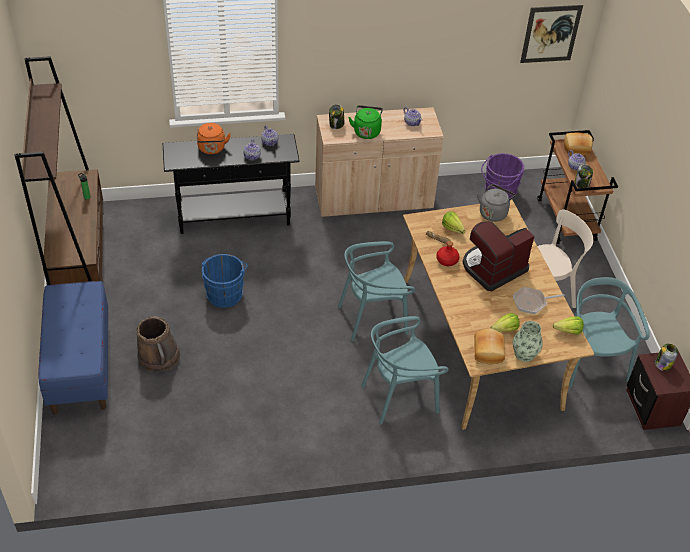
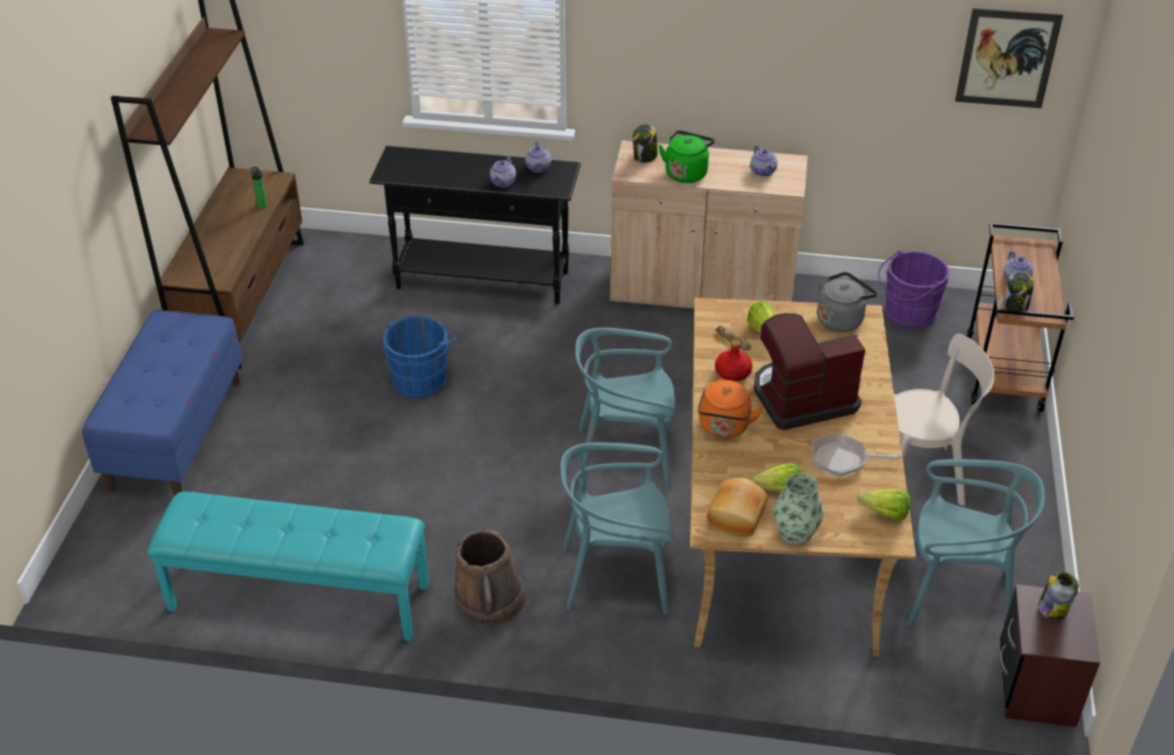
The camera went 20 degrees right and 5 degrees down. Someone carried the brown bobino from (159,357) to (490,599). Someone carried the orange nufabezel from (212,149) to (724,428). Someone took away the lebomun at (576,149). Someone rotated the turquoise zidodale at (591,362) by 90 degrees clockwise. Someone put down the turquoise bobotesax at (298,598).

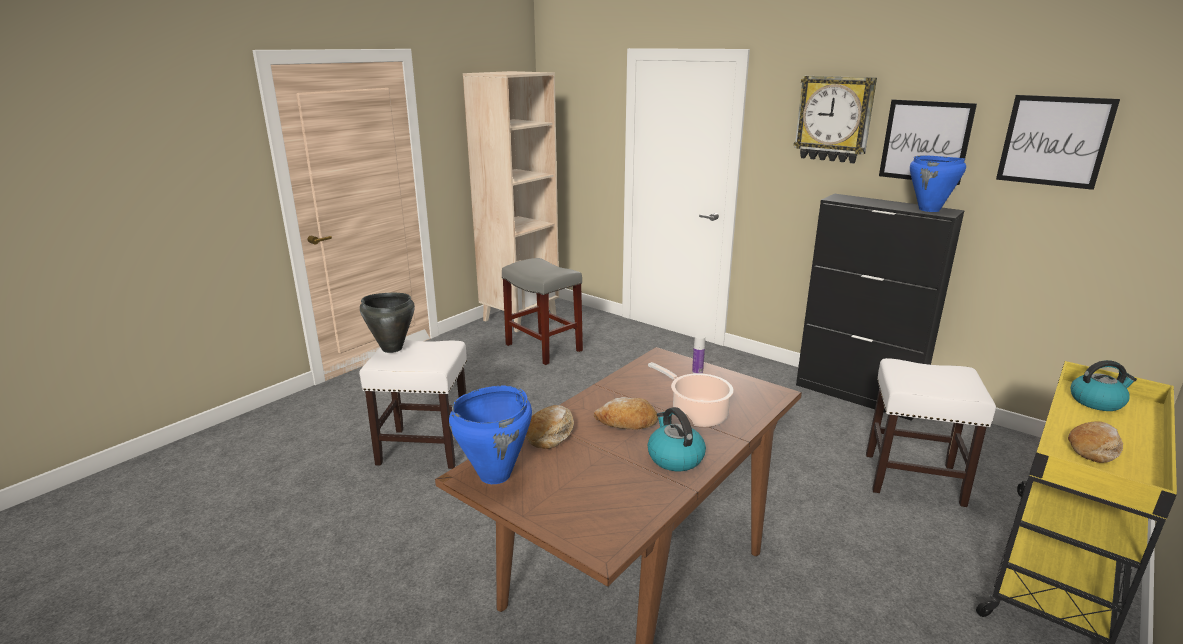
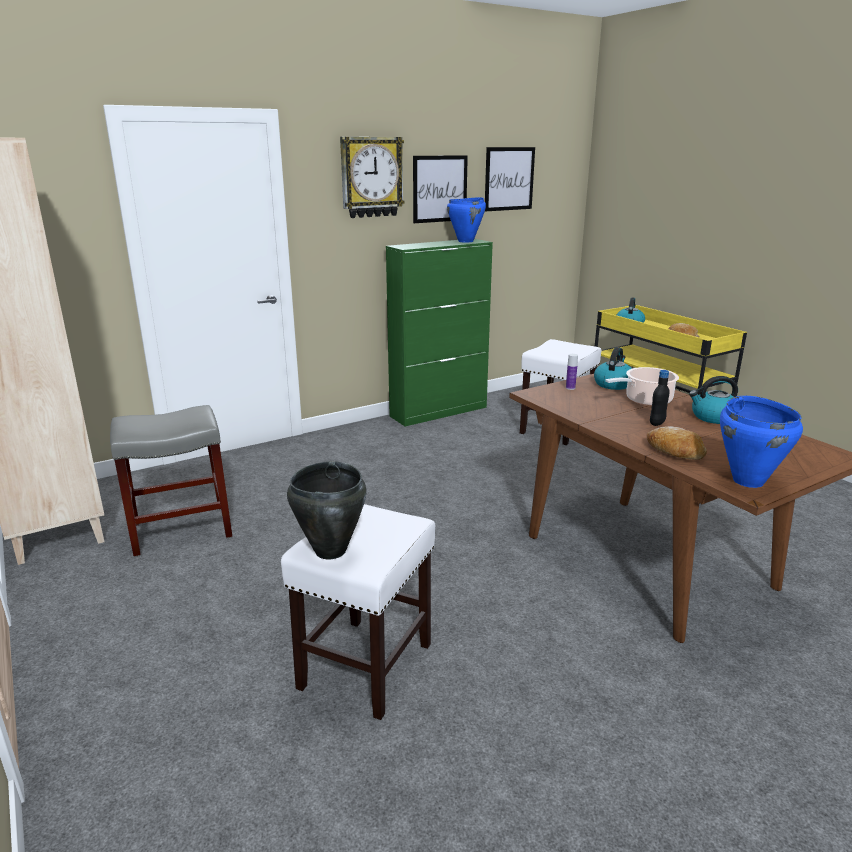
The camera went 70 degrees left and 0 degrees up. Someone swapped the lebomun at (626,423) for the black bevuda at (657,423). Someone repainted the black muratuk at (857,395), which became the green muratuk at (439,411). Someone put down the nufabezel at (613,384).

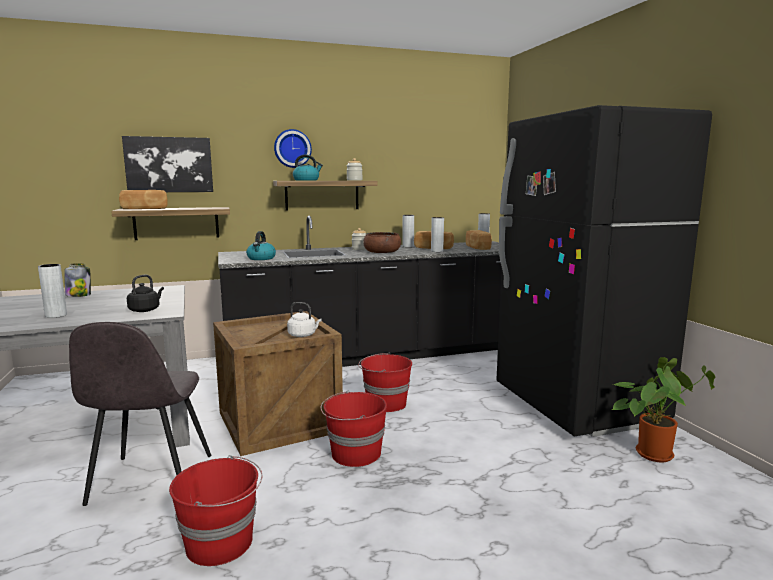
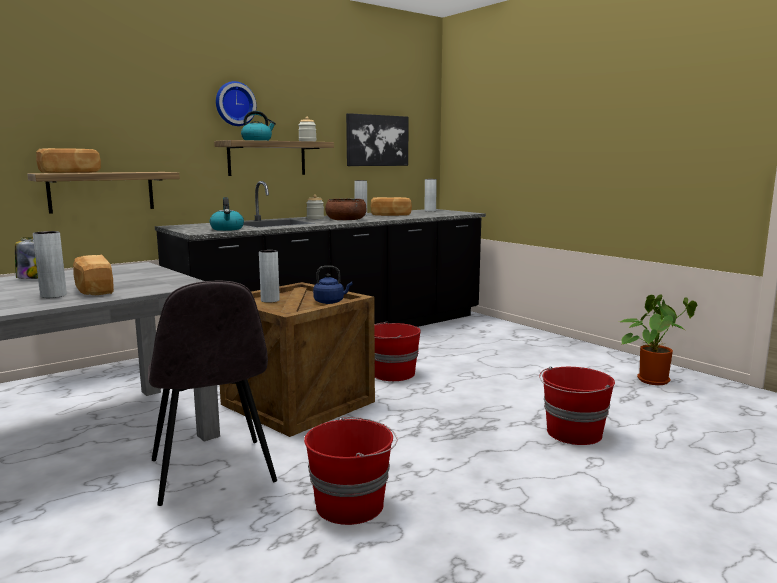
The camera went 20 degrees left and 0 degrees up. Someone carried the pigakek from (169,165) to (377,140). Someone took away the black nufabezel at (145,310). Someone repainted the white nufabezel at (303,335), which became the blue nufabezel at (330,302). Someone carried the red bobino from (354,454) to (573,433). Someone carried the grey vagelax from (437,251) to (270,300). Someone carried the lebomun from (477,247) to (93,290). Someone took away the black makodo at (577,405).

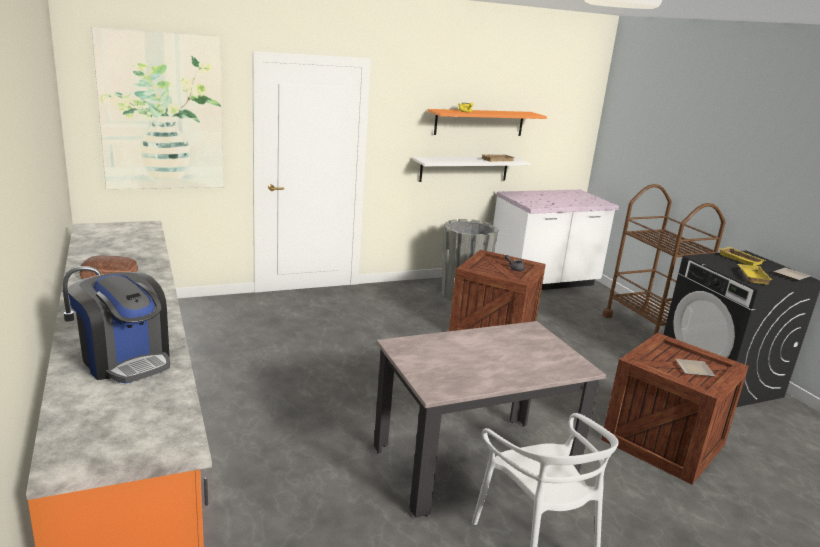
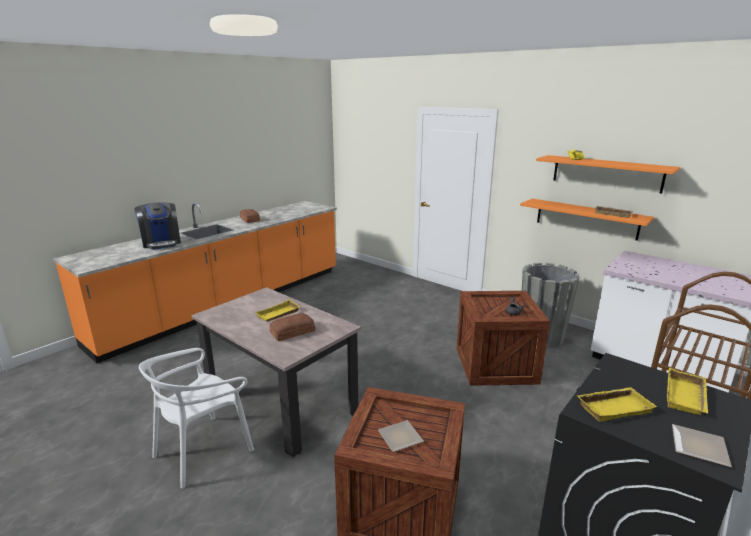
The camera went 65 degrees right and 0 degrees up. Someone rotated the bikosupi at (126,360) by 45 degrees counterclockwise. Someone took away the pigakek at (162,112). Someone repainted the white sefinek at (464,169), which became the orange sefinek at (586,218). Someone put down the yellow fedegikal at (278,314). Someone put down the lebomun at (291,332).

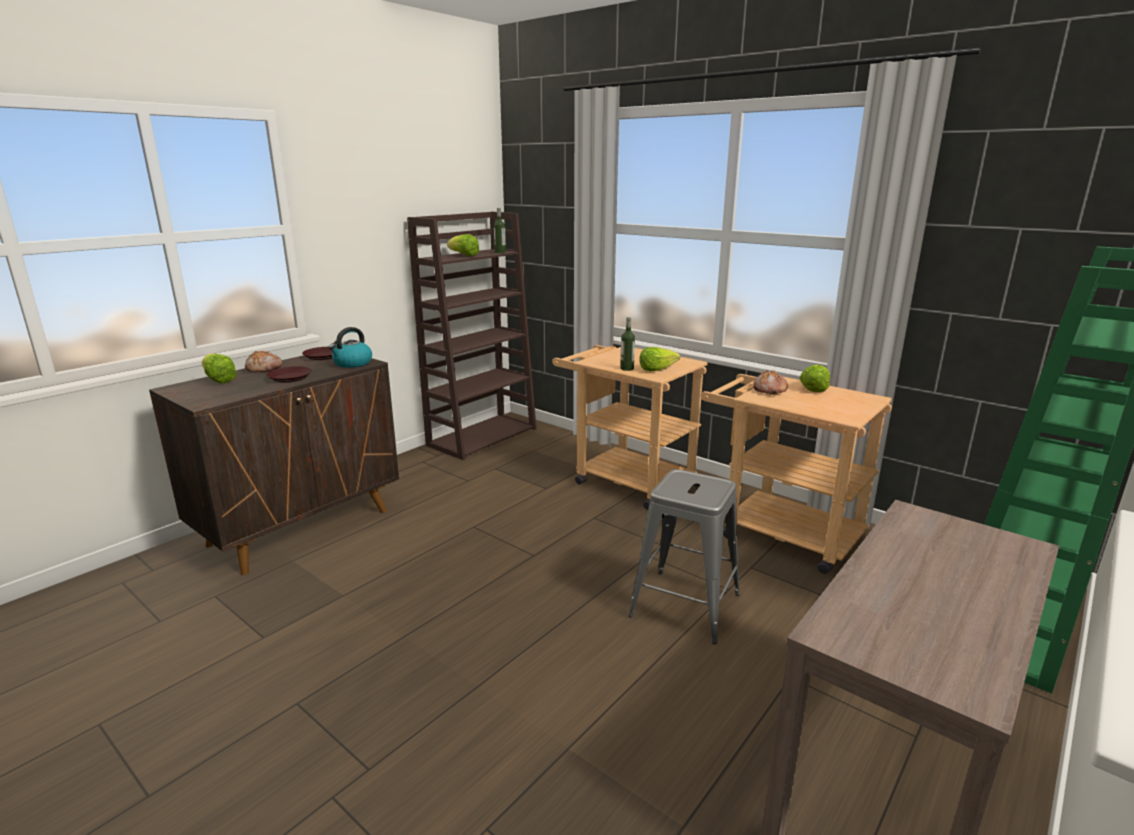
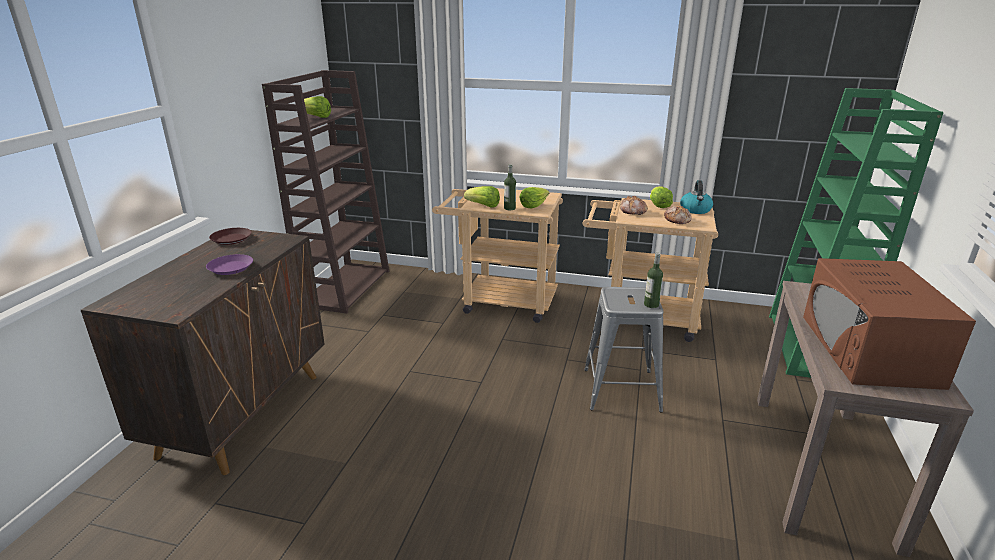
The camera went 25 degrees left and 5 degrees up. Someone carried the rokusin from (218,380) to (483,206). Someone carried the lebomun from (265,369) to (677,220). Someone repainted the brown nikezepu at (289,378), which became the purple nikezepu at (230,268). Someone carried the nufabezel from (352,363) to (695,210). Someone carried the bevuda from (500,252) to (651,305). Someone put down the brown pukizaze at (868,350).

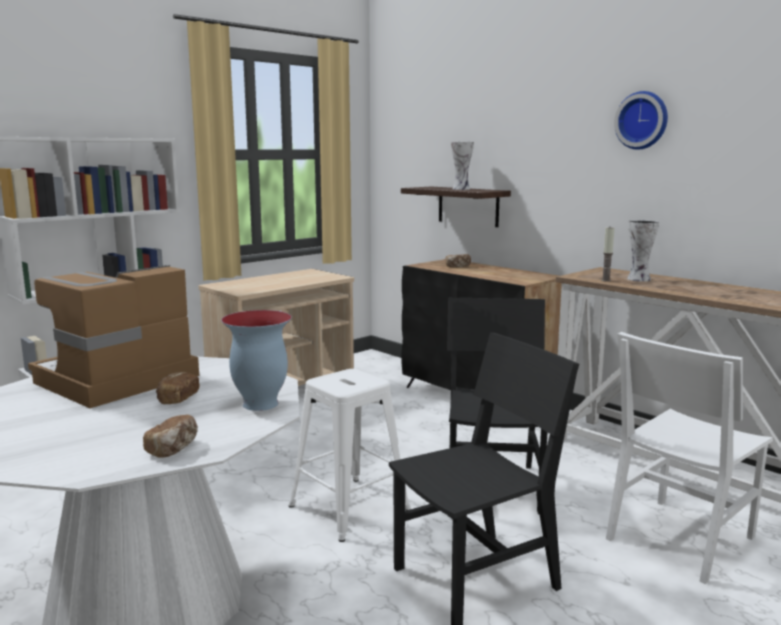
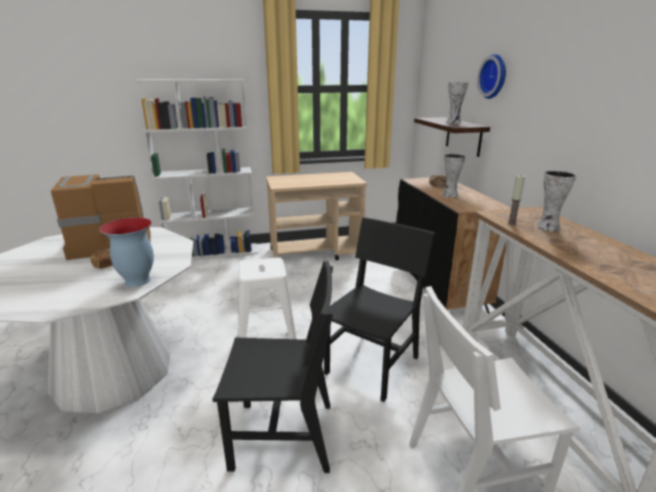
The camera went 30 degrees right and 10 degrees up. Someone took away the lebomun at (174,448). Someone carried the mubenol from (642,120) to (494,76). Someone put down the vagelax at (449,195).

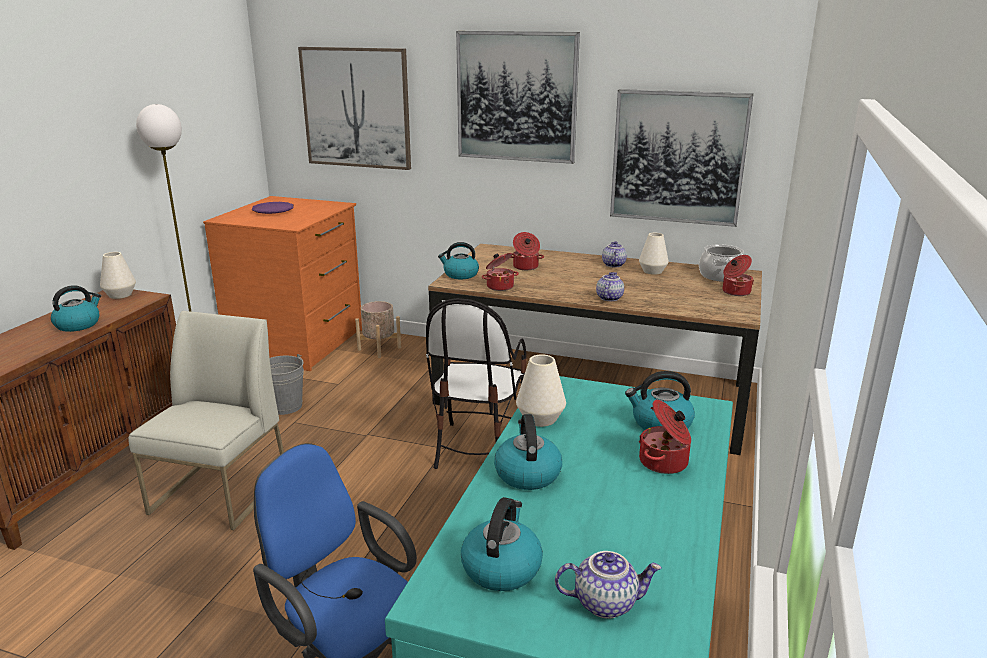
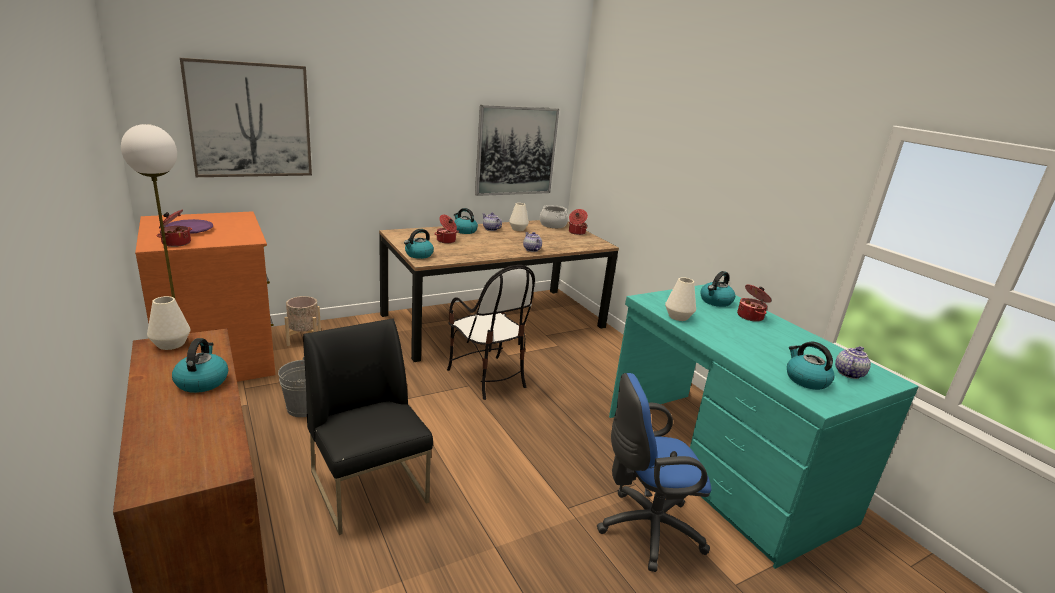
The camera went 50 degrees left and 0 degrees up. Someone repainted the white zidodale at (220,492), which became the black zidodale at (370,487). Someone took away the pigakek at (516,97). Someone carried the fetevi from (499,286) to (176,243). Someone carried the nufabezel from (527,473) to (464,231).

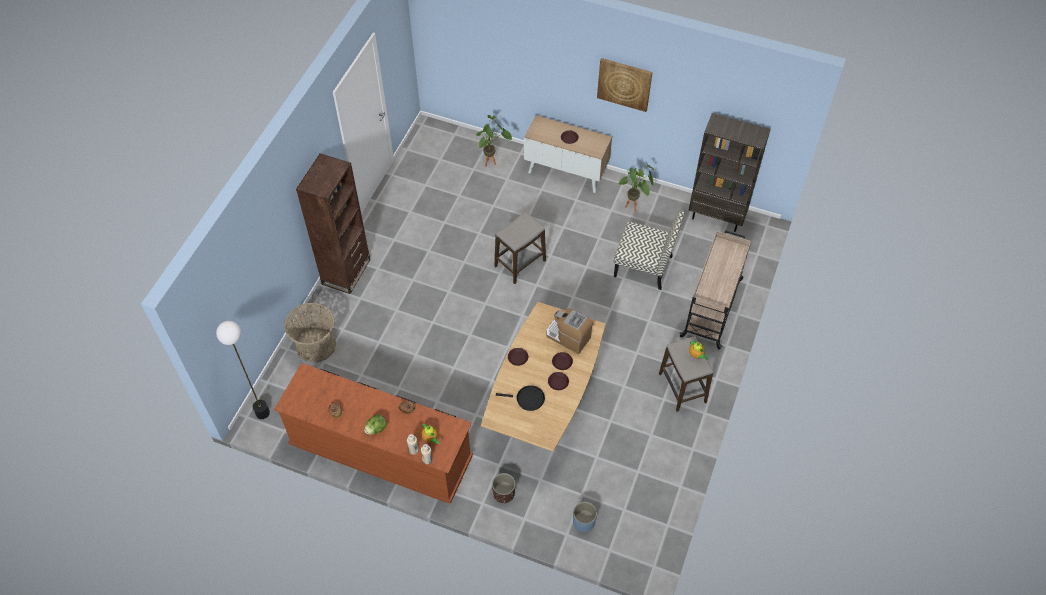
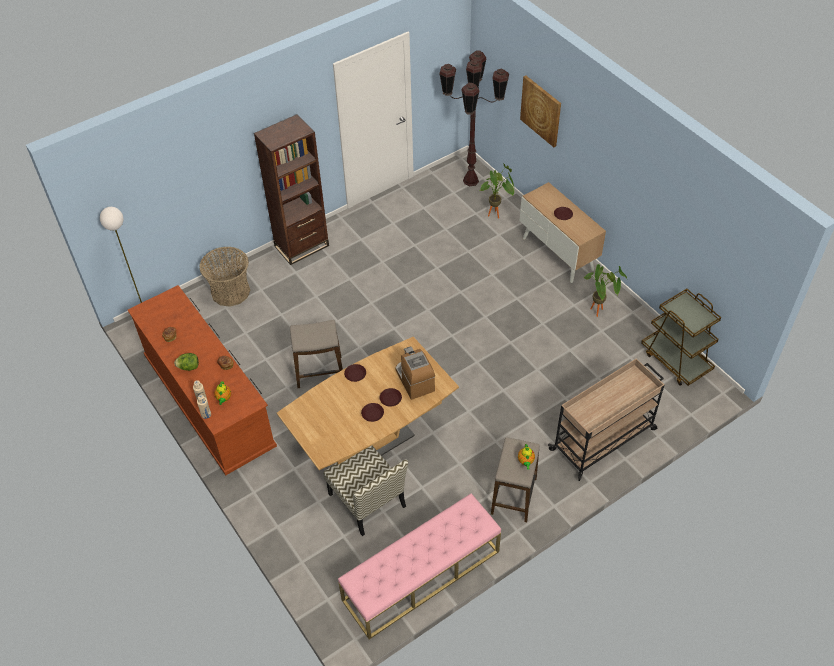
The camera went 35 degrees right and 5 degrees down. Someone took away the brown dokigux at (503,493). Someone carried the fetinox from (520,263) to (319,372). Someone took away the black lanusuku at (528,399). Someone took away the blue dokigux at (584,522). Someone carried the pigakek from (624,84) to (541,110). Someone carried the zidodale from (644,266) to (368,501). Someone swapped the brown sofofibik at (717,217) for the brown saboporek at (676,360). Someone put down the pink bobotesax at (421,576). Someone put down the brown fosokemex at (471,180).

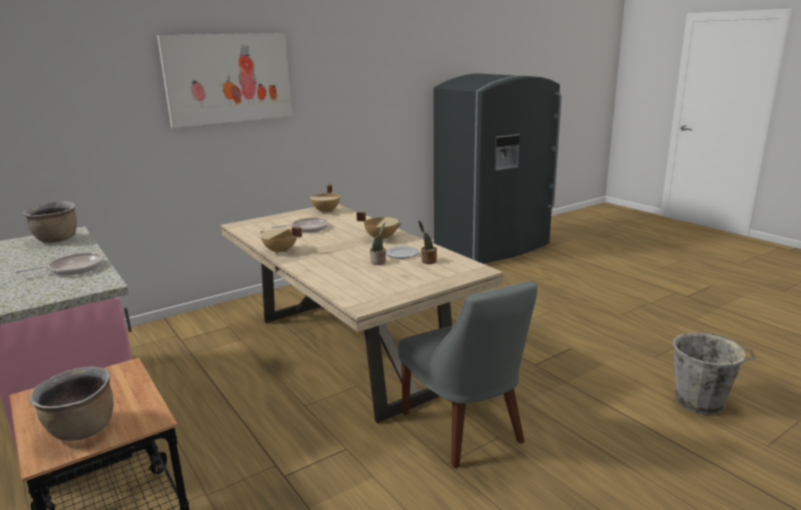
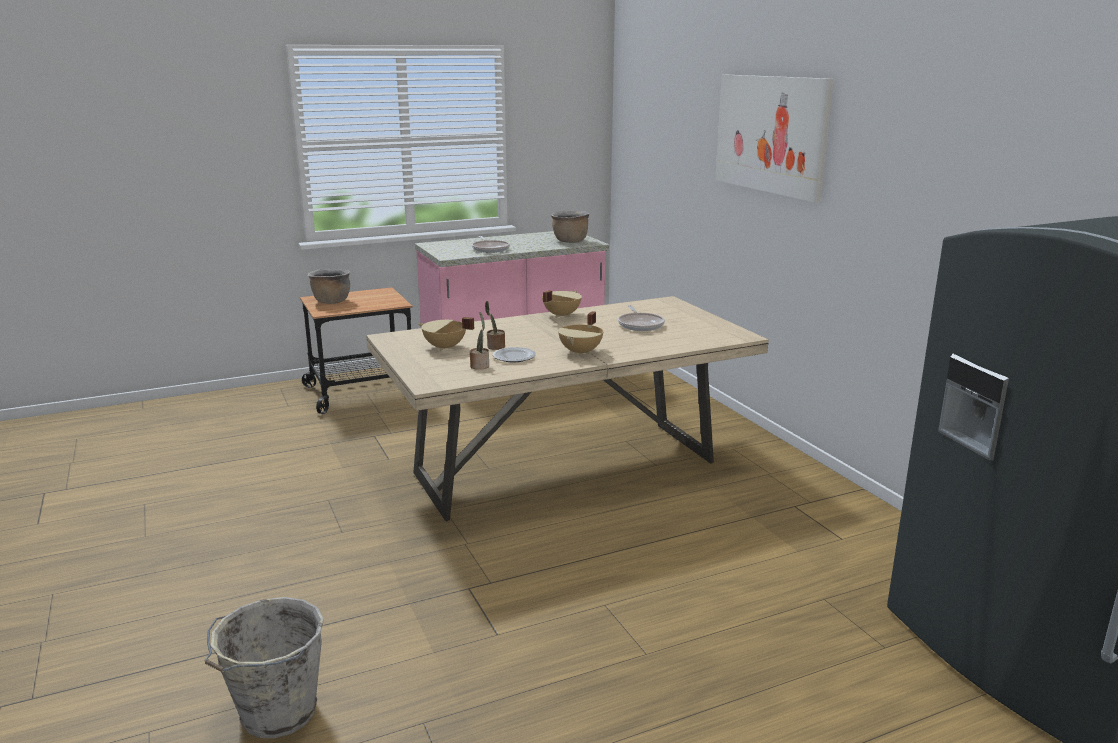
The camera went 100 degrees right and 0 degrees up. Someone carried the beige fetevi from (327,211) to (444,348). Someone took away the grey zidodale at (465,430).

